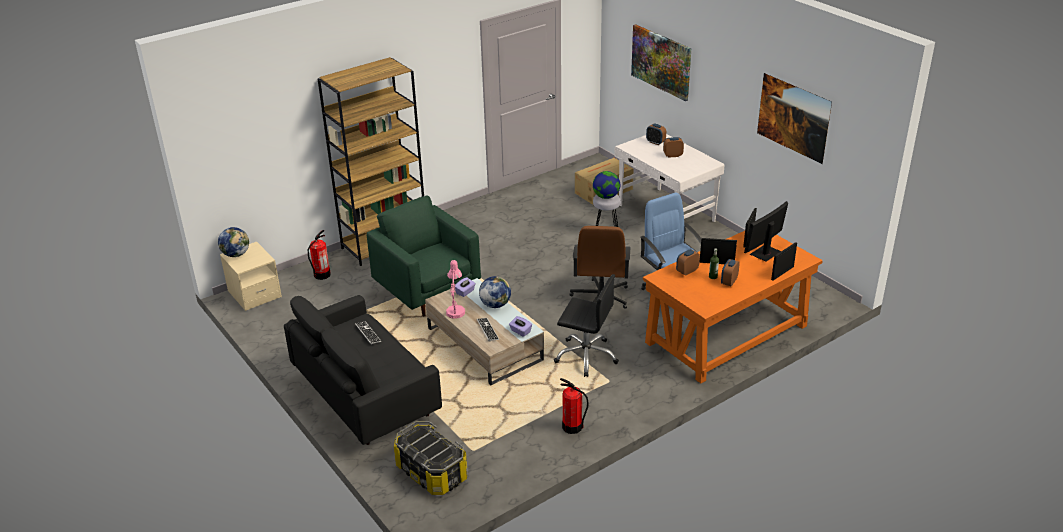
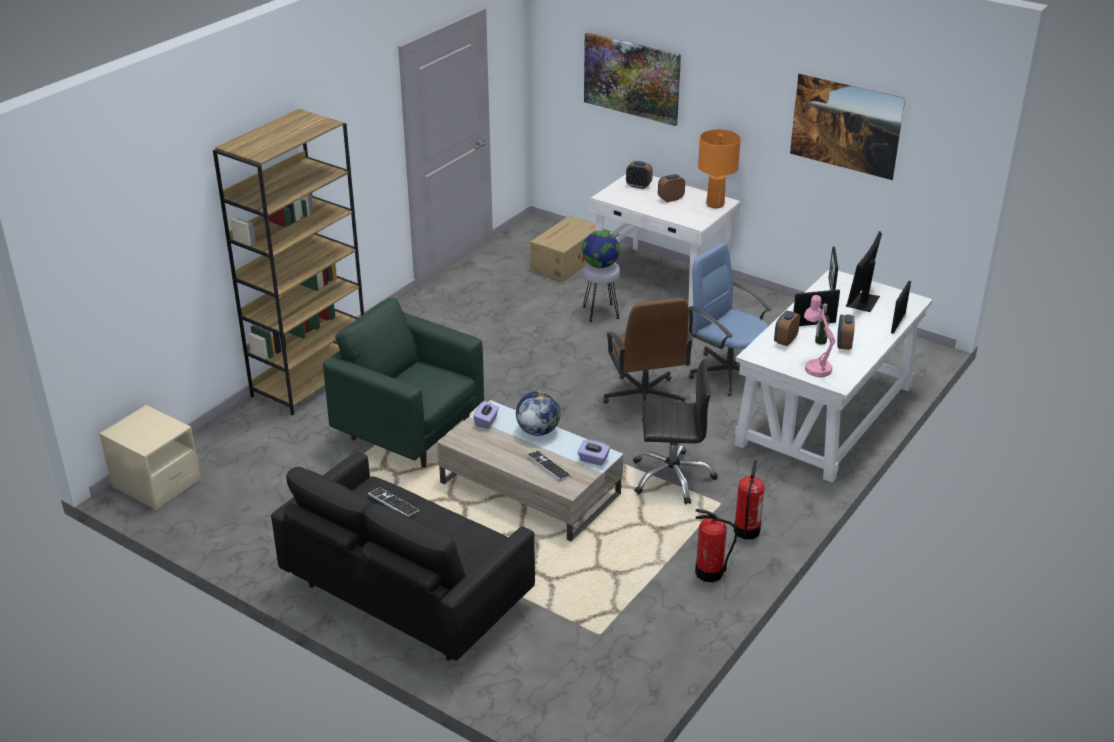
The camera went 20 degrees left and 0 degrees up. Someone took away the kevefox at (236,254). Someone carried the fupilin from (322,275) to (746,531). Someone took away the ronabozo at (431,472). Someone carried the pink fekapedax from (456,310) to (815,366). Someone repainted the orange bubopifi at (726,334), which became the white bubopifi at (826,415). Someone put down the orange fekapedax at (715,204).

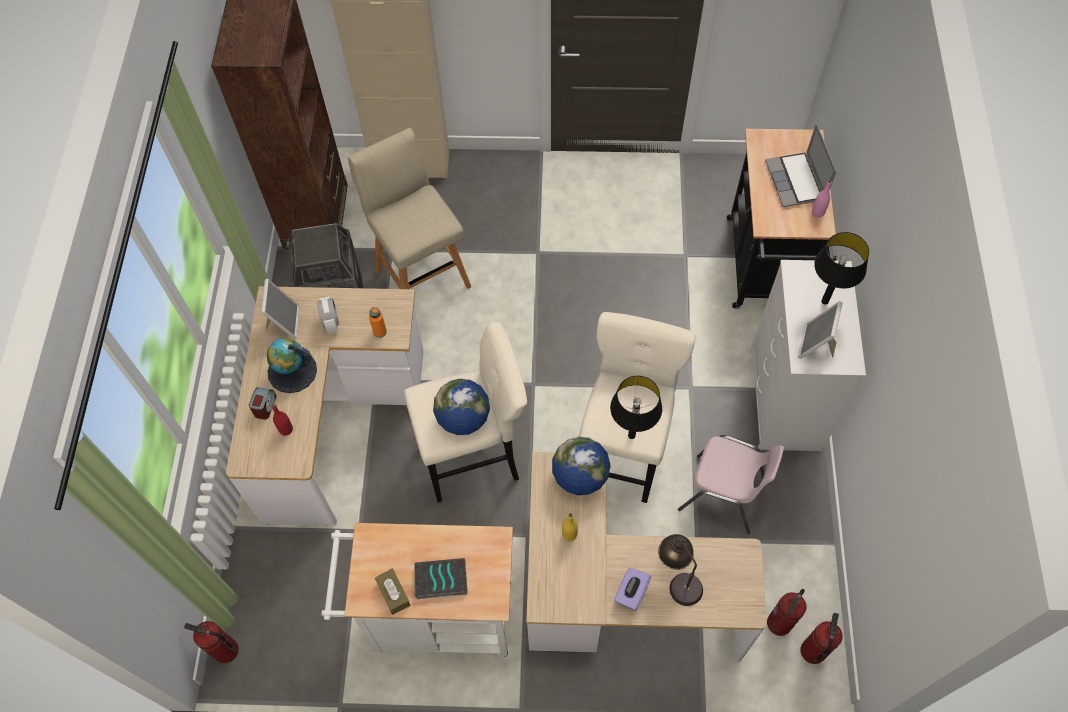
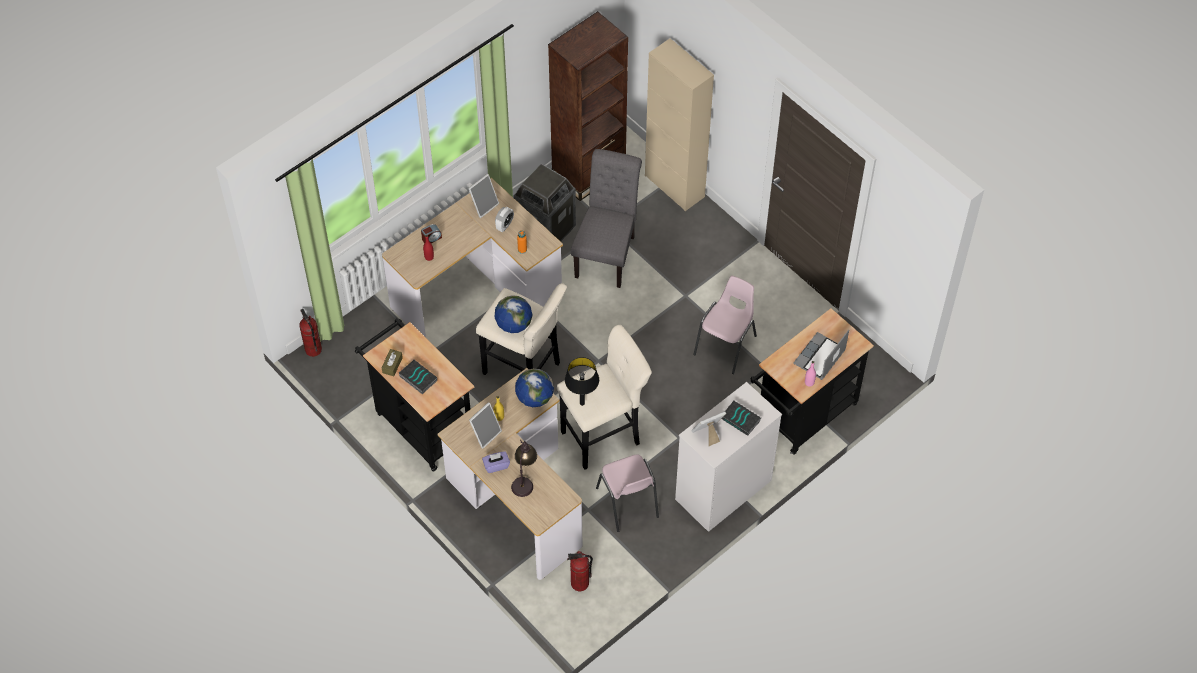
The camera went 45 degrees right and 5 degrees down. Someone took away the kevefox at (292,371). Someone repainted the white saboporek at (435,617), which became the black saboporek at (421,423). Someone swapped the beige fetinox at (421,276) for the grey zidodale at (607,253). Someone took away the fupilin at (812,650). Someone swapped the black fekapedax at (825,301) for the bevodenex at (741,419). Someone put down the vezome at (485,434). Someone put down the pink zidodale at (726,345).

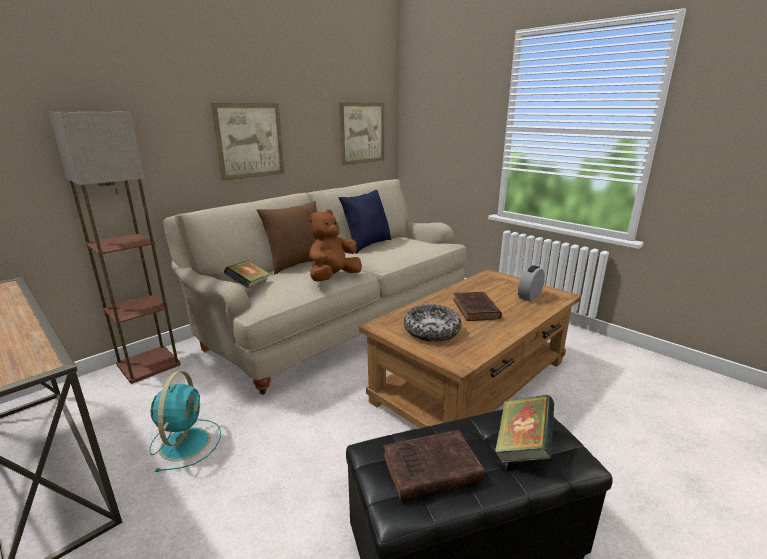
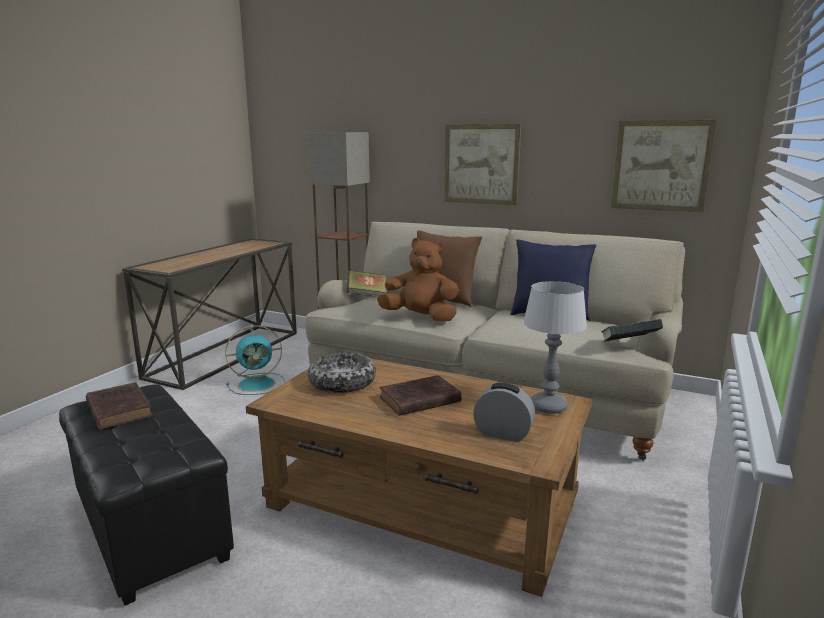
The camera went 70 degrees right and 5 degrees down. Someone carried the bevodenex from (522,446) to (629,346). Someone put down the fekapedax at (549,407).

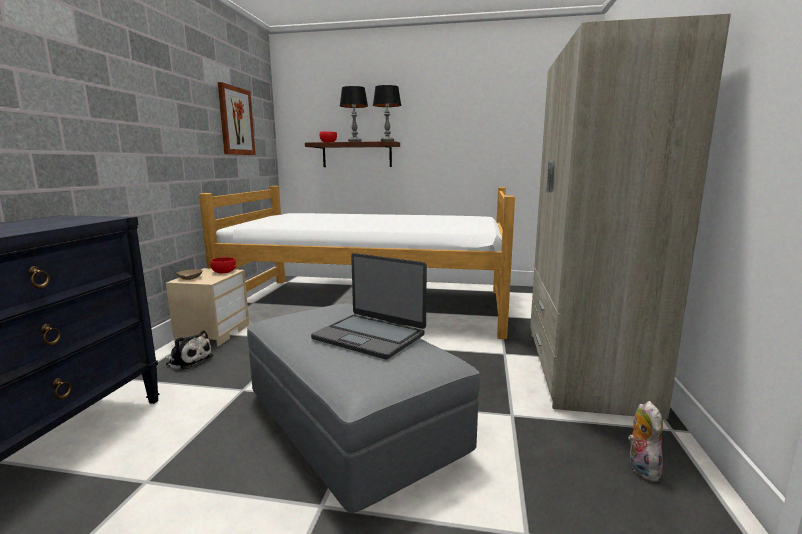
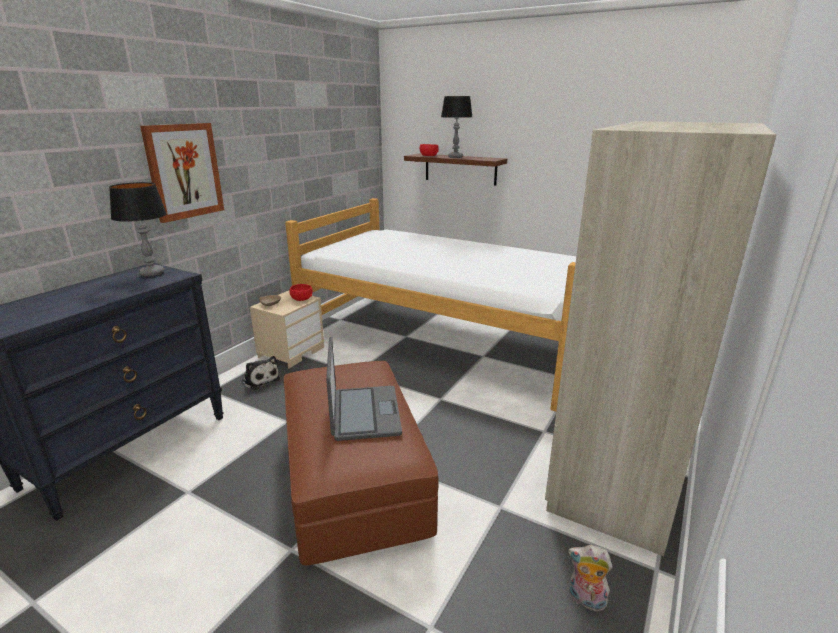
The camera went 20 degrees right and 10 degrees up. Someone carried the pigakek from (236,121) to (184,171). Someone repainted the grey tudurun at (351,423), which became the brown tudurun at (353,478). Someone rotated the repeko at (370,336) by 150 degrees counterclockwise. Someone carried the fekapedax from (387,141) to (152,273). Someone rotated the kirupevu at (640,467) by 90 degrees counterclockwise.

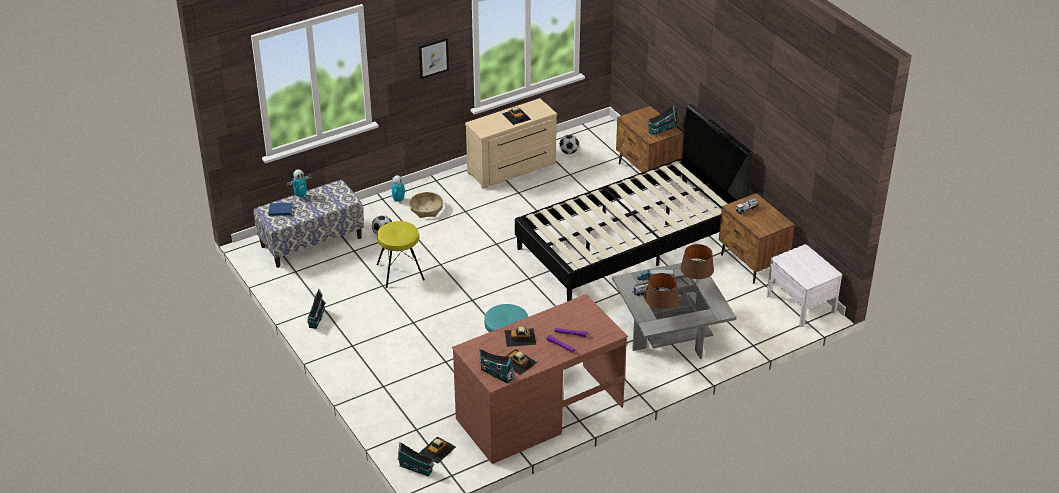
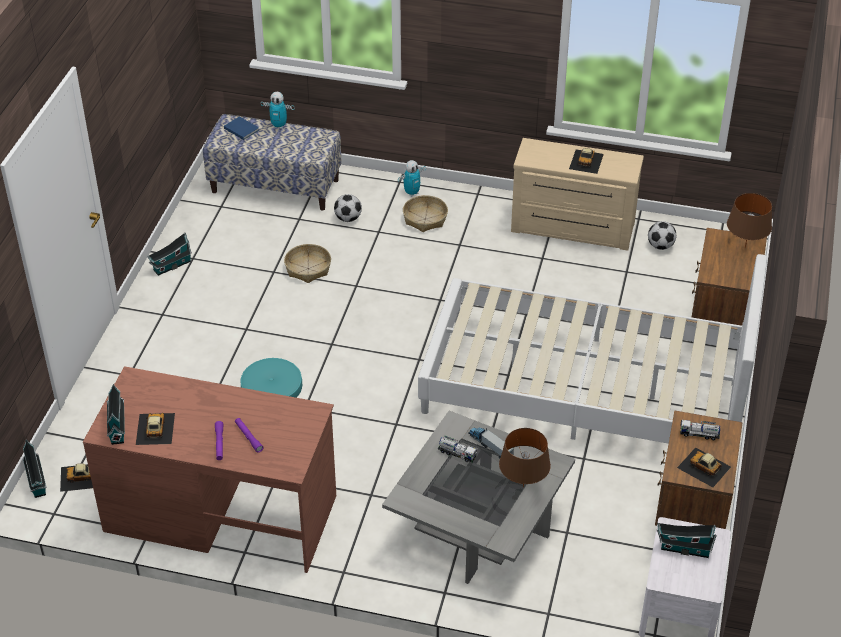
The camera went 45 degrees right and 5 degrees up. Someone swapped the yellow fetinox at (400,272) for the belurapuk at (308,269). Someone took away the pigakek at (433,57). Someone carried the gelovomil from (520,337) to (704,467). Someone repainted the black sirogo at (630,241), which became the white sirogo at (584,390). Someone carried the brown fekapedax from (660,315) to (744,248). Someone carried the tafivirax from (660,130) to (683,548).

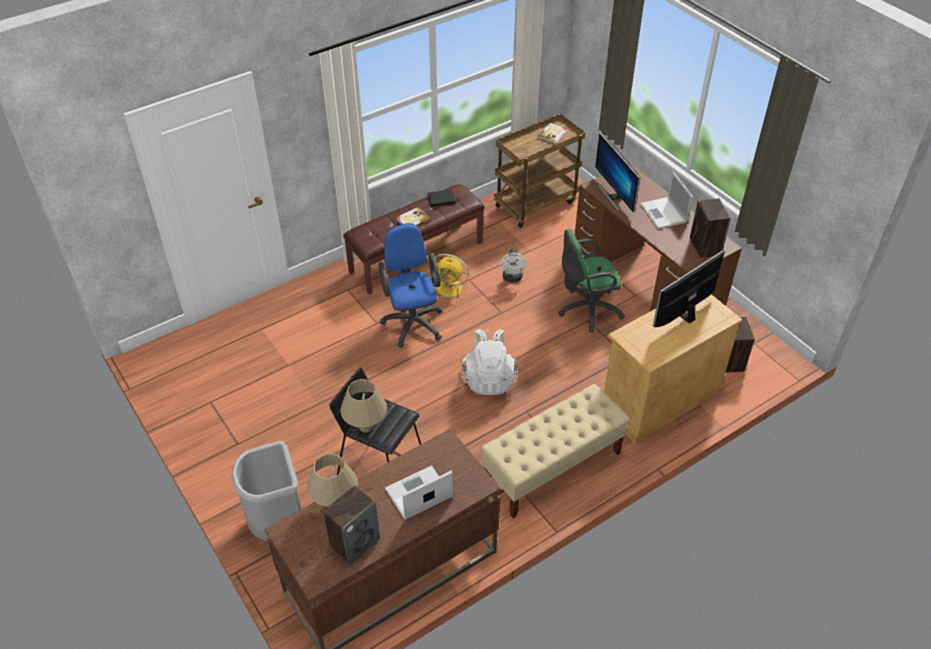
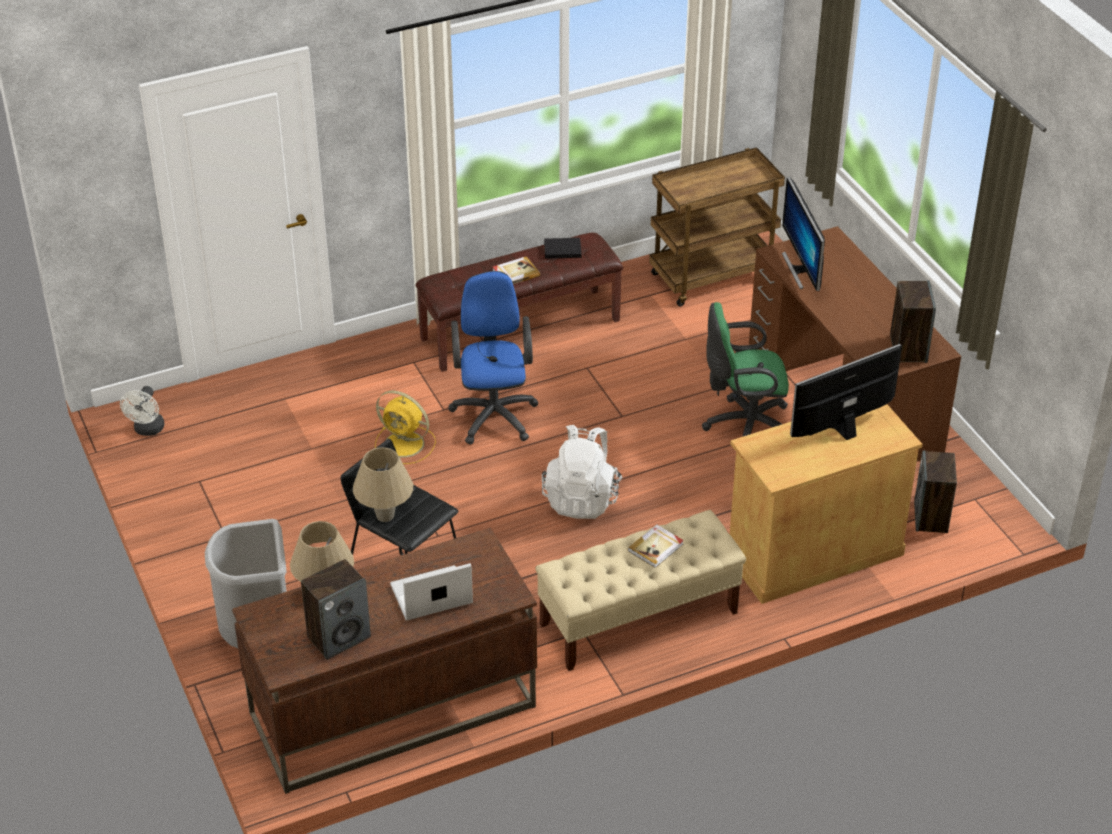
The camera went 10 degrees right and 5 degrees down. Someone carried the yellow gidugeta from (451,288) to (406,444). Someone carried the white gidugeta from (512,278) to (147,430). Someone carried the bevodenex from (552,134) to (656,547). Someone took away the repeko at (664,213).

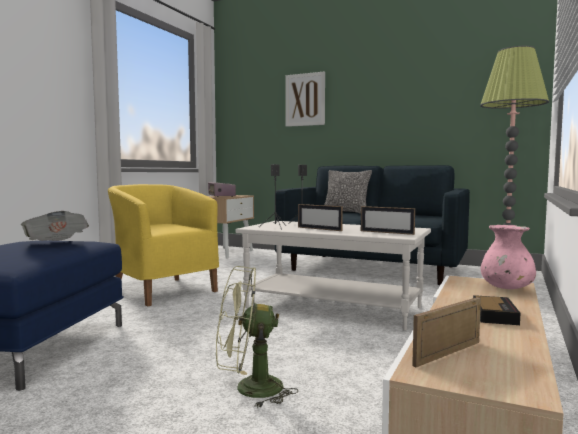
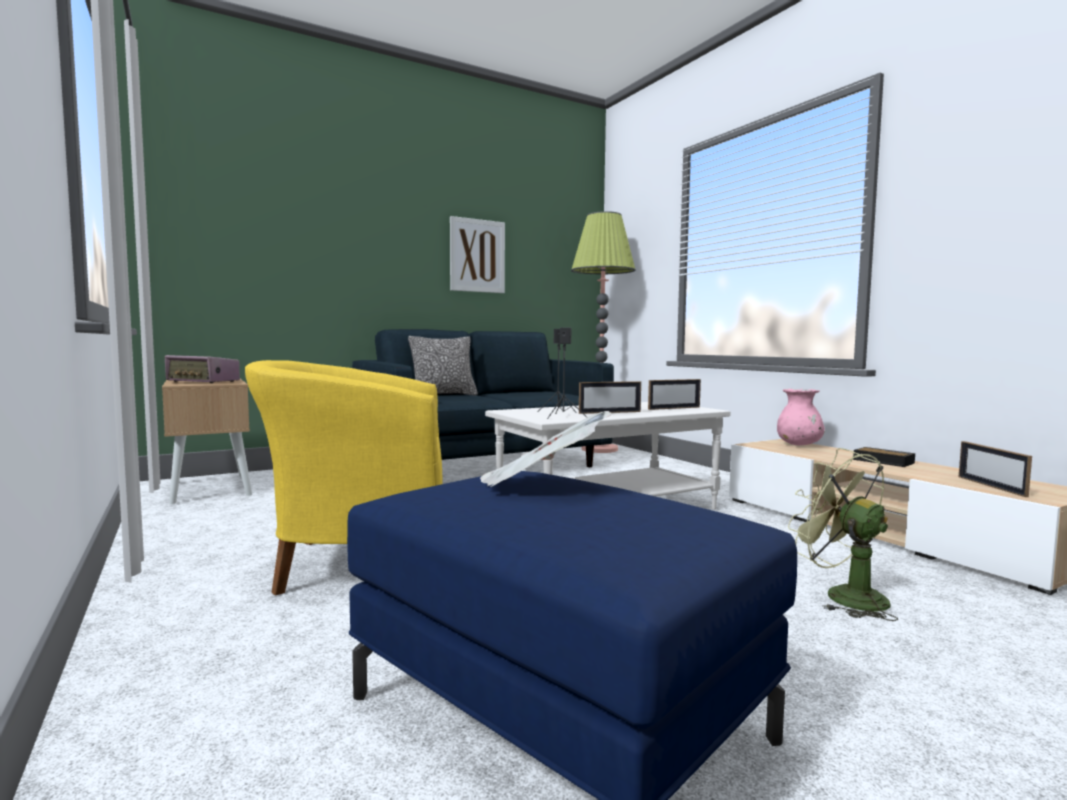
The camera went 55 degrees left and 0 degrees up. Someone rotated the green gidugeta at (248,390) by 120 degrees clockwise. Someone carried the pigakek from (305,99) to (477,256).

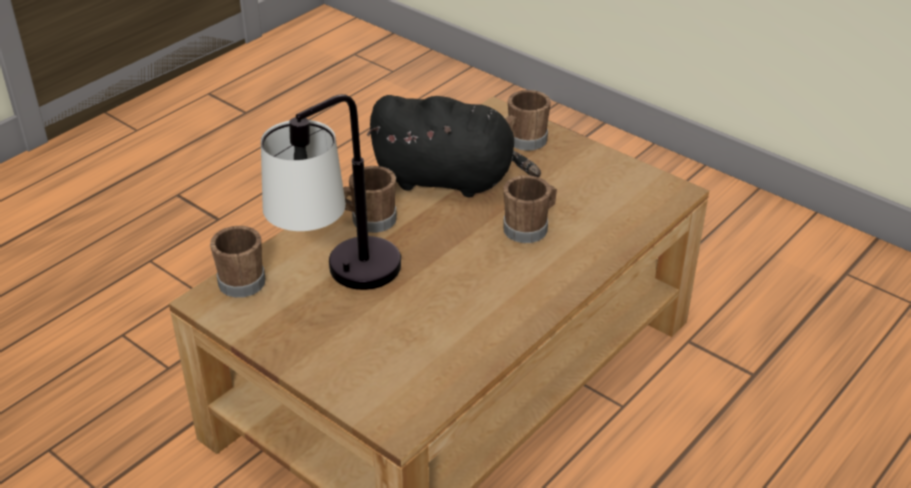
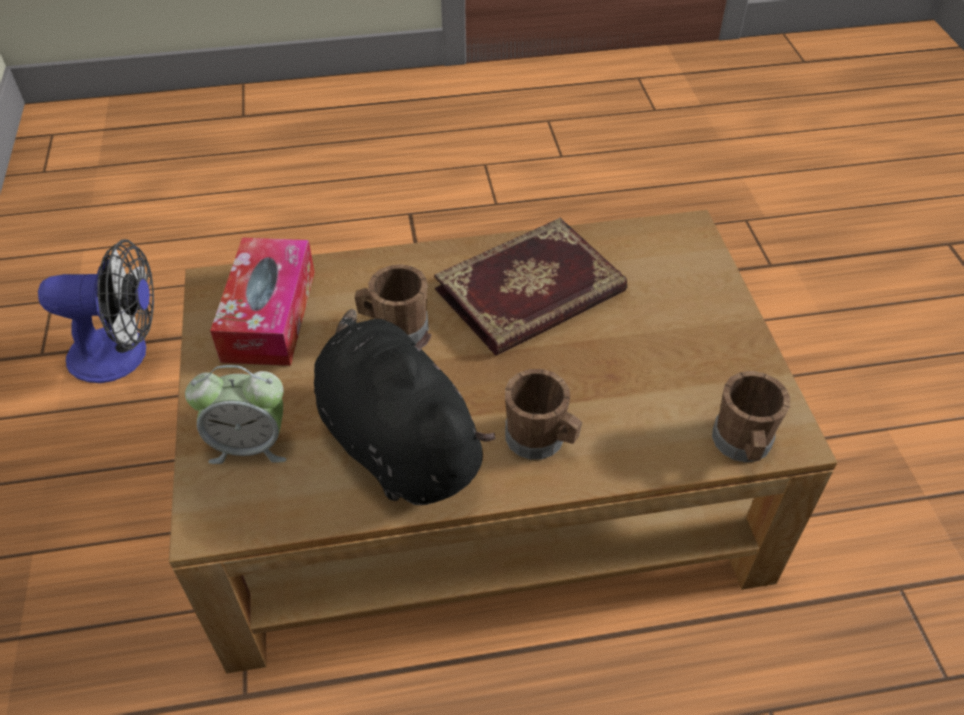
The camera went 140 degrees left and 10 degrees up. Someone took away the fekapedax at (341,285). Someone swapped the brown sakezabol at (523,142) for the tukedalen at (250,444). Someone put down the gidugeta at (122,354). Someone put down the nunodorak at (269,315). Someone put down the bevodenex at (531,293).

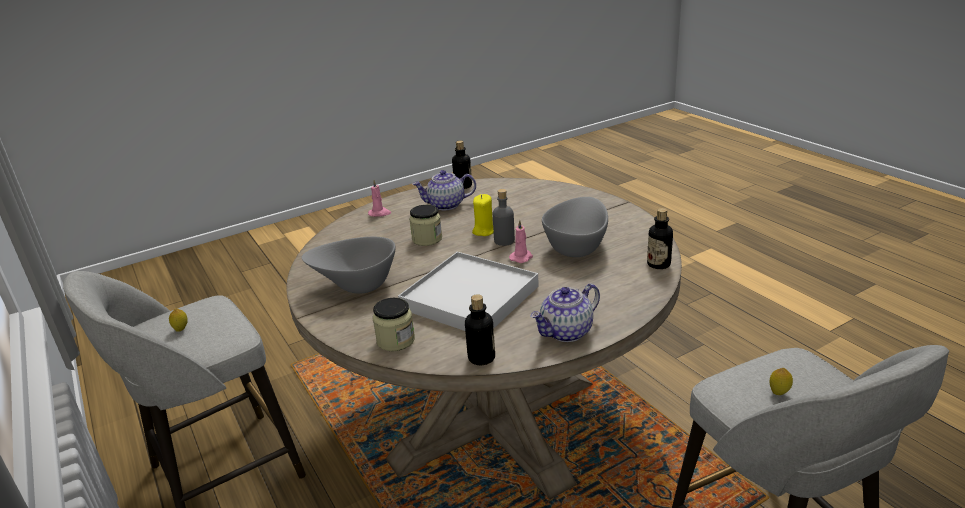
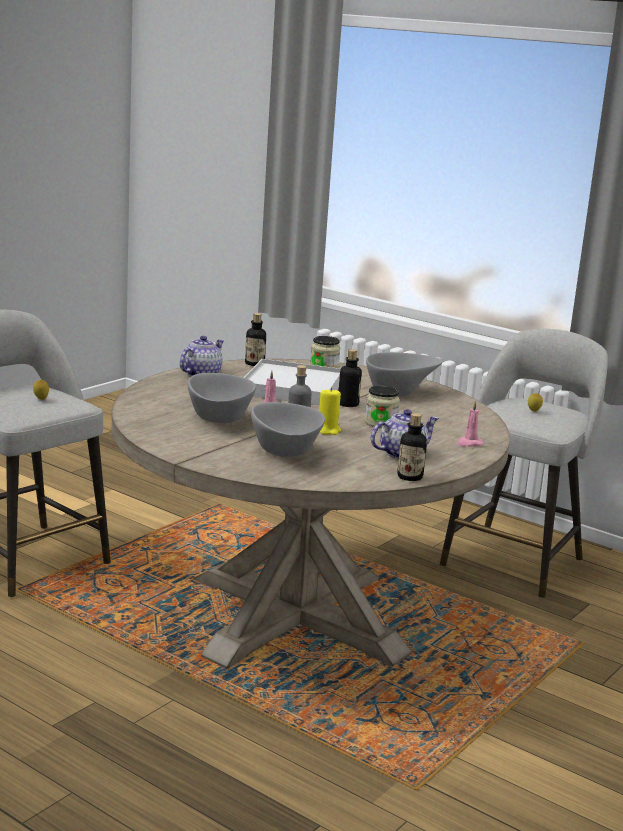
The camera went 155 degrees right and 10 degrees down. Someone carried the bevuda from (658,264) to (348,404). Someone put down the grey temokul at (285,454).

